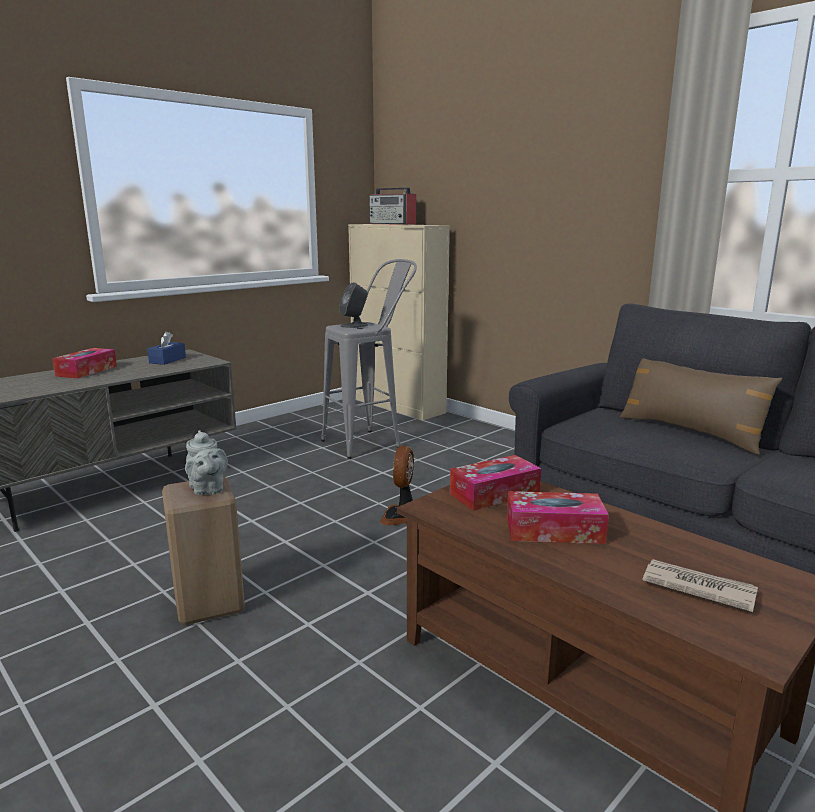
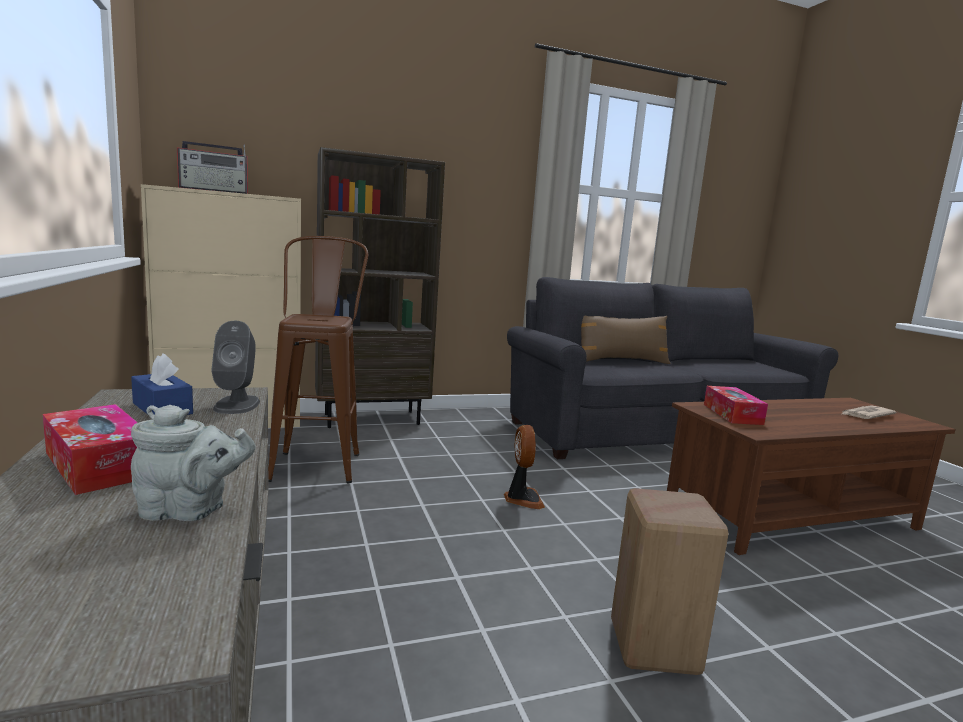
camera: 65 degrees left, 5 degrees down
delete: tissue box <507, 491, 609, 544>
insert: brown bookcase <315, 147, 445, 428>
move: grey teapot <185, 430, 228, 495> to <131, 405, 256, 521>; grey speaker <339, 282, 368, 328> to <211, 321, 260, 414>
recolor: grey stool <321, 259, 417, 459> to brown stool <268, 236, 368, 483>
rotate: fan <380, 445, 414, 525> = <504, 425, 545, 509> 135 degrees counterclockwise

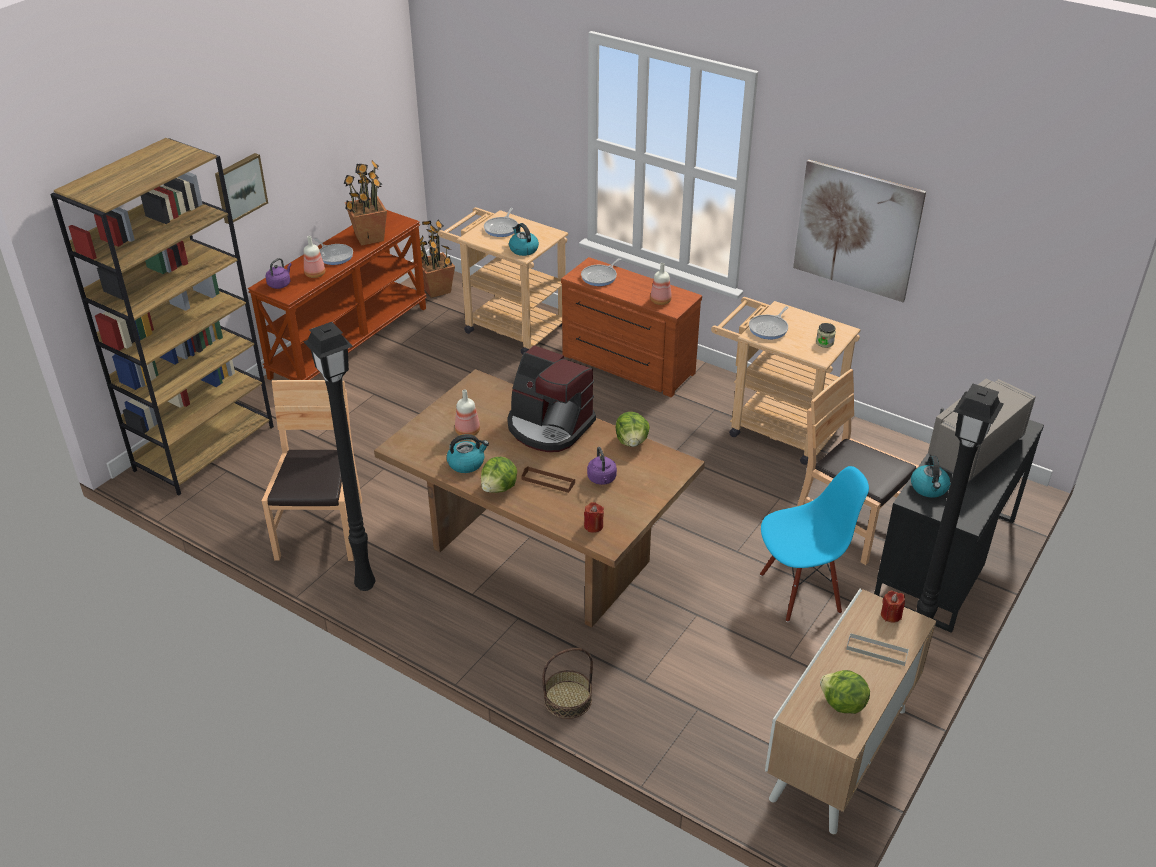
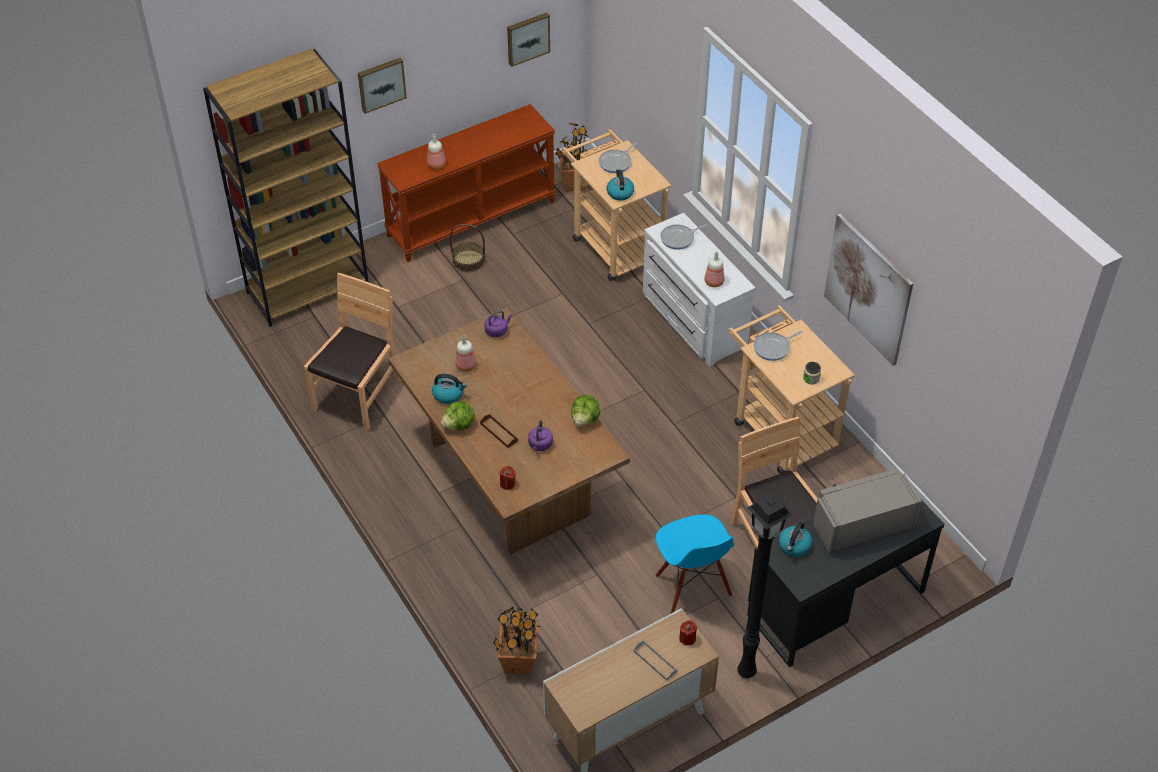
camera: 25 degrees right, 10 degrees up
delete: black floor lamp <303, 322, 375, 591>; frying pan <314, 238, 353, 265>; coffee machine <507, 345, 596, 452>; lettuce <820, 670, 870, 714>
insert: picture <507, 13, 550, 67>
move: purple kettle <266, 258, 292, 289> to <484, 310, 513, 338>; potted plant <344, 160, 387, 246> to <494, 607, 541, 675>; basket <542, 648, 593, 719> to <449, 224, 485, 272>
recolor: brown dresser <561, 257, 702, 397> to white dresser <643, 213, 755, 366>
rotate: blue chair <760, 466, 869, 622> = <656, 514, 734, 613> 60 degrees clockwise

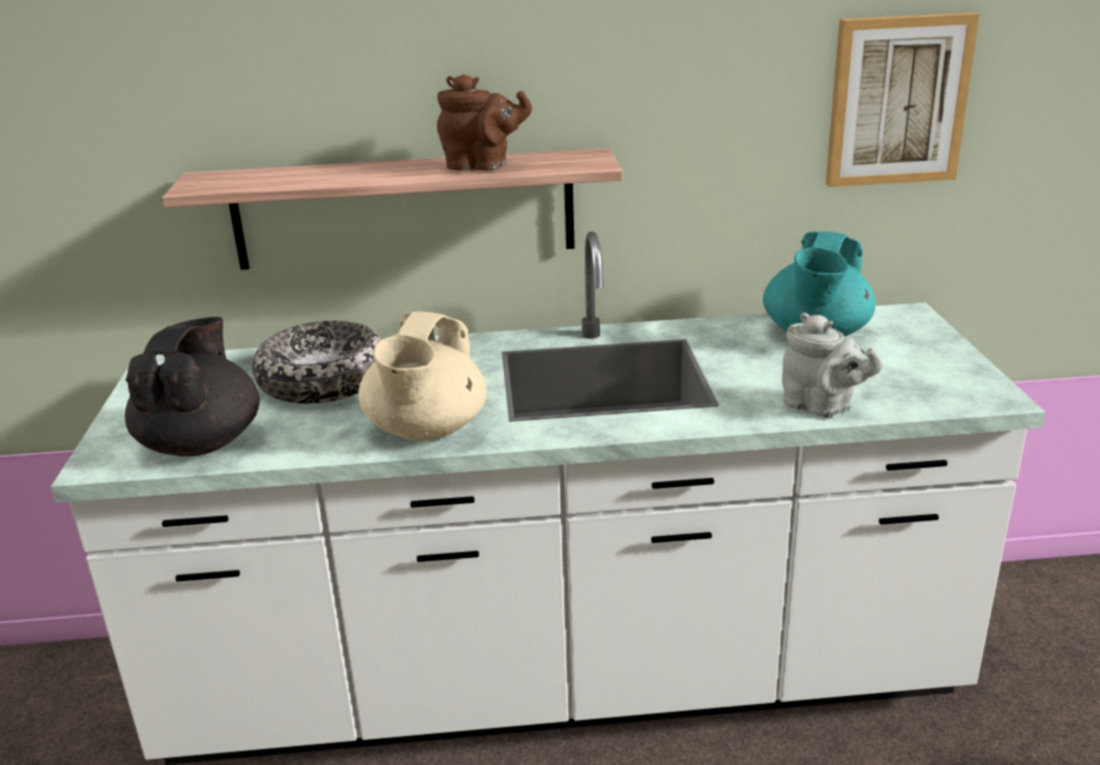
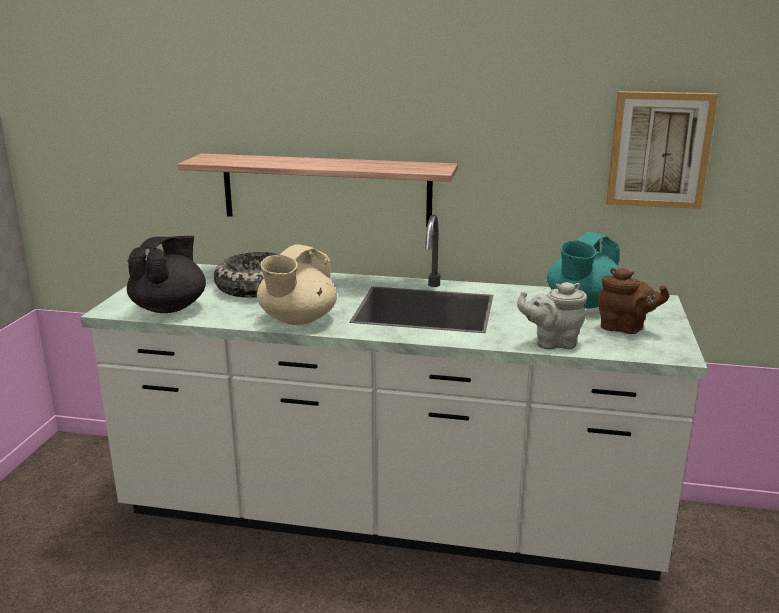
camera: 15 degrees right, 5 degrees down
move: brown teapot <437, 74, 532, 170> to <598, 268, 669, 334>
rotate: grey teapot <782, 313, 883, 417> = <517, 282, 587, 350> 120 degrees clockwise

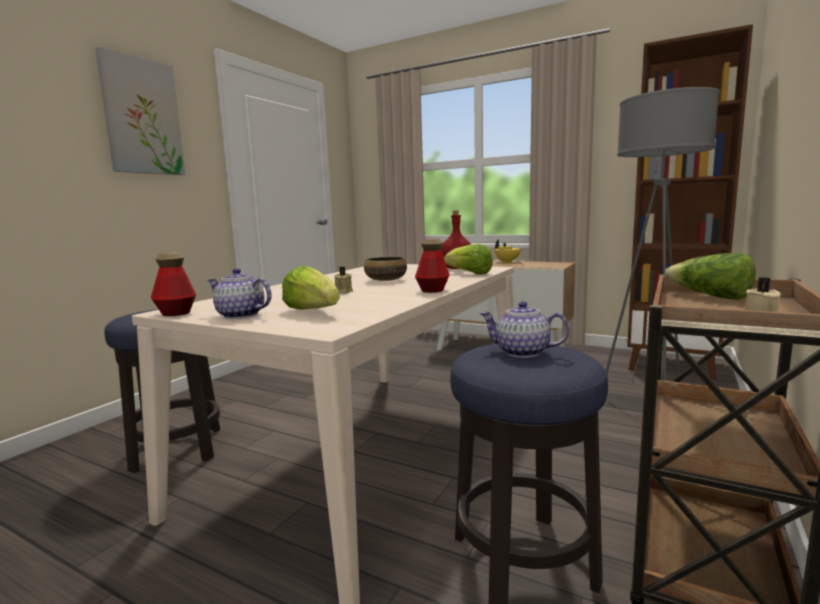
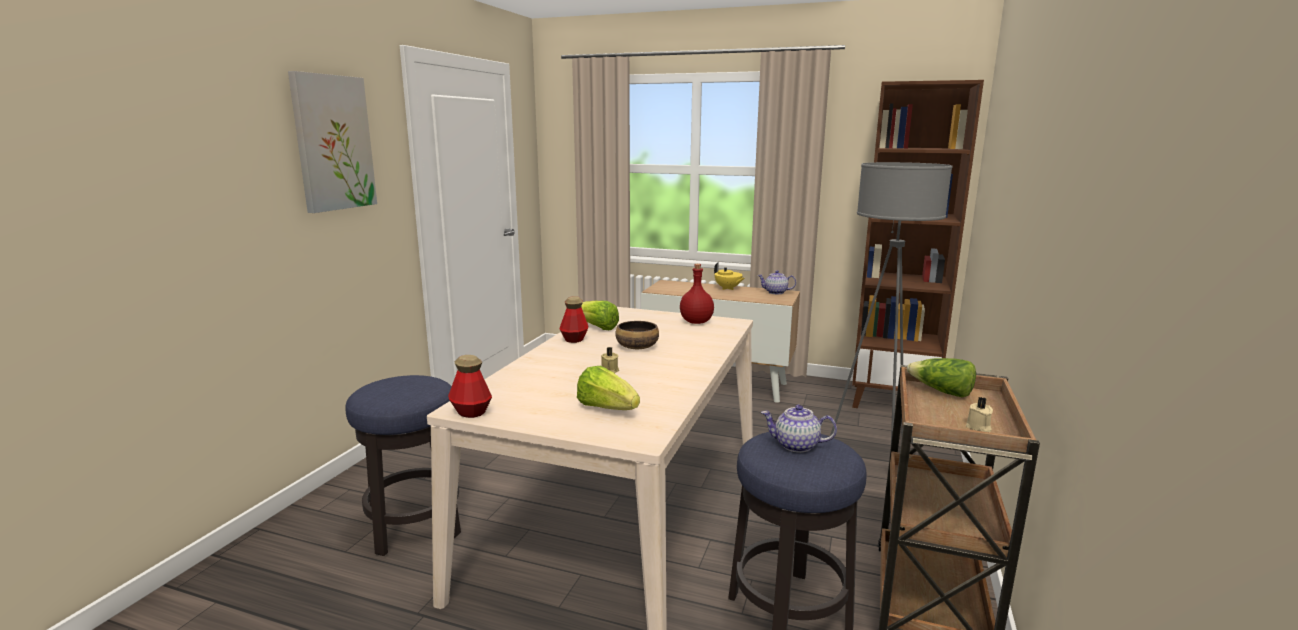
camera: 10 degrees left, 5 degrees up
move: teapot <207, 268, 272, 319> to <758, 270, 796, 294>; bottle <415, 238, 450, 293> to <560, 296, 588, 343>; lettuce <444, 244, 493, 275> to <581, 301, 619, 330>

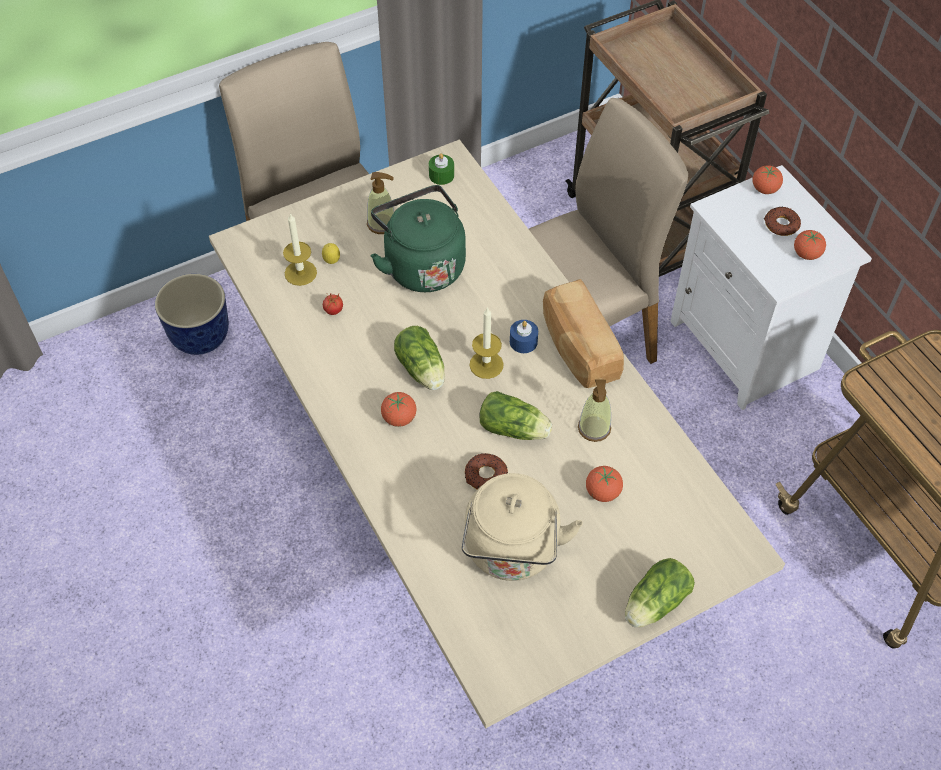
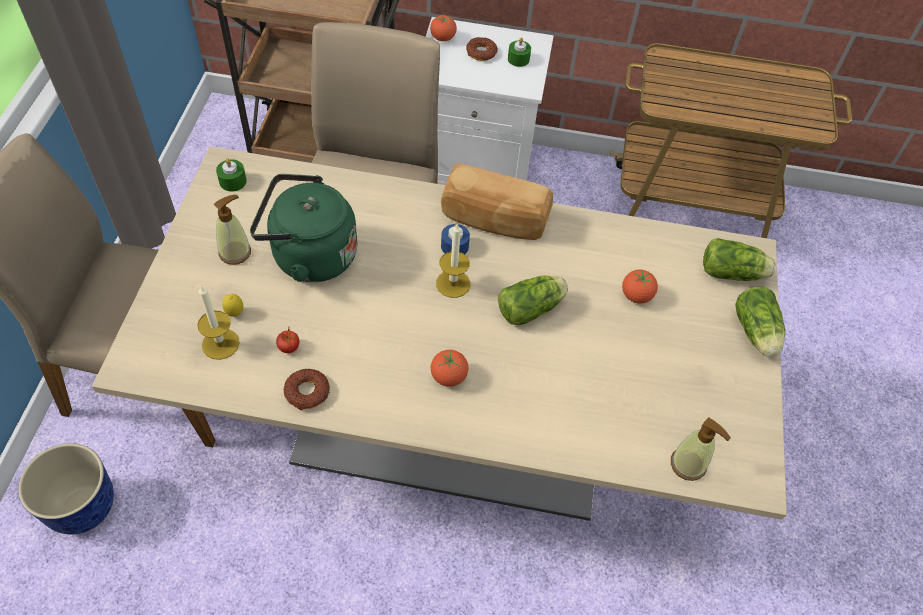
camera: 55 degrees left, 0 degrees up
delete: beige kettle <462, 473, 583, 581>
move: lettuce <394, 326, 445, 390> to <703, 238, 776, 281>; donut <465, 453, 508, 489> to <284, 369, 330, 410>; soap dispenser <578, 379, 611, 442> to <671, 417, 731, 481>
replace: tomato <794, 230, 826, 260> to green candle <508, 37, 531, 67>

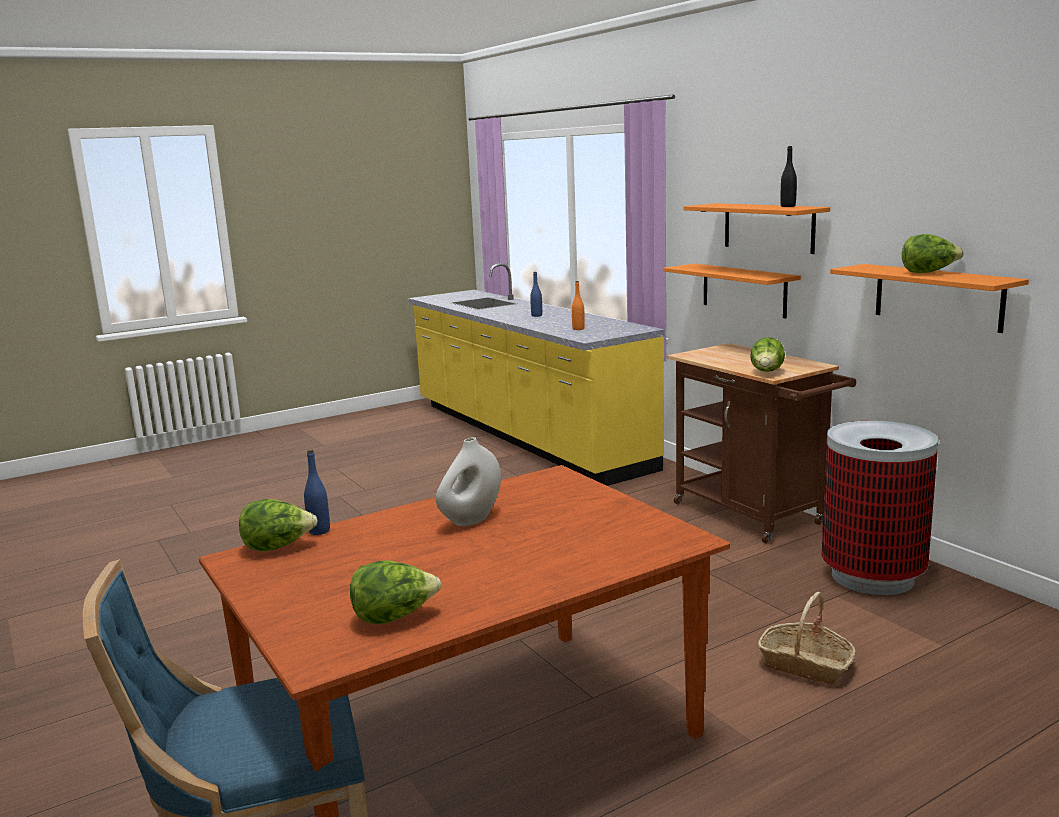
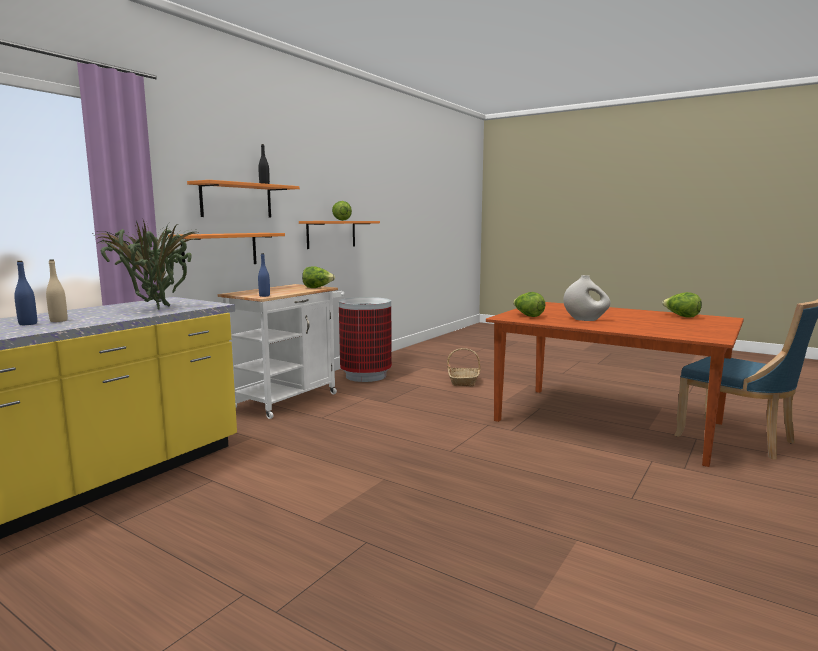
camera: 115 degrees left, 5 degrees down
insert: beige bottle <46, 259, 67, 322>
move: lettuce <239, 499, 318, 551> to <513, 292, 545, 317>; blue bottle <304, 450, 330, 535> to <258, 253, 270, 297>
replace: orange bottle <572, 281, 585, 330> to potted plant <92, 220, 199, 310>
recolor: brown cart <667, 343, 856, 544> to white cart <217, 284, 345, 419>

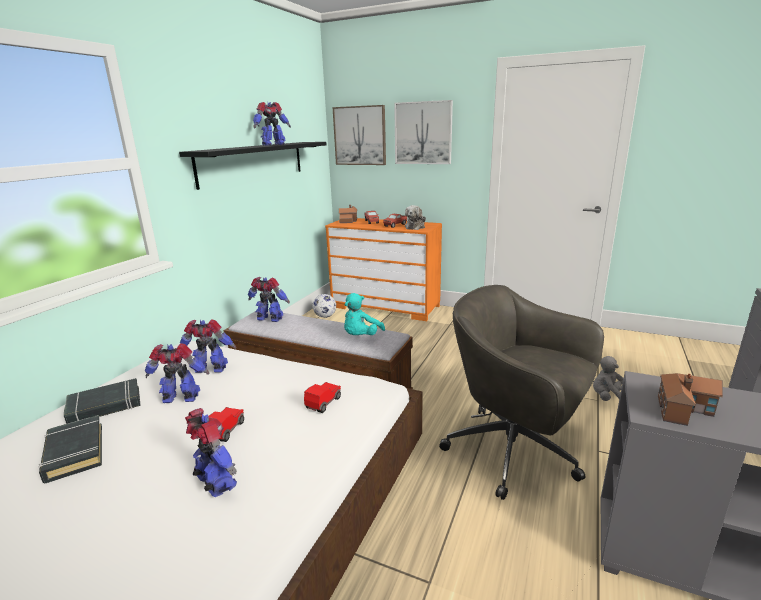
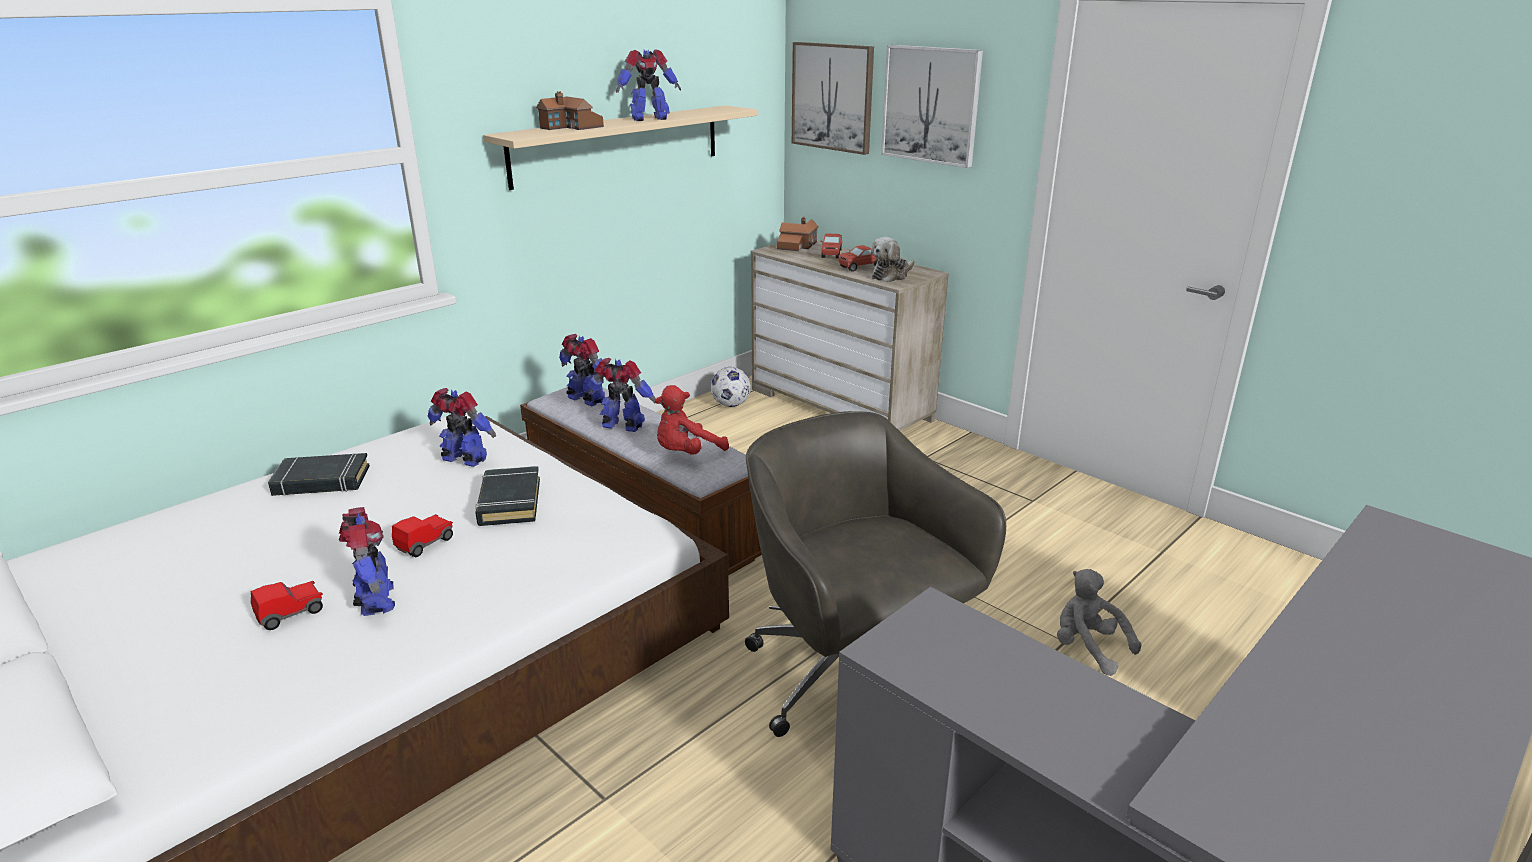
camera: 20 degrees right, 5 degrees up
move: black book <38, 415, 102, 483> to <475, 466, 540, 526>; toy robot <145, 343, 209, 403> to <588, 358, 656, 432>; toy car <304, 382, 341, 413> to <251, 581, 323, 630>; toy house <658, 373, 723, 426> to <536, 91, 604, 130>
recolor: black shelf <179, 142, 326, 190> to beige shelf <483, 105, 758, 190>; orange dresser <325, 218, 442, 321> to beige dresser <750, 241, 949, 431>; turquoise plush toy <344, 293, 385, 335> to red plush toy <655, 385, 729, 455>

